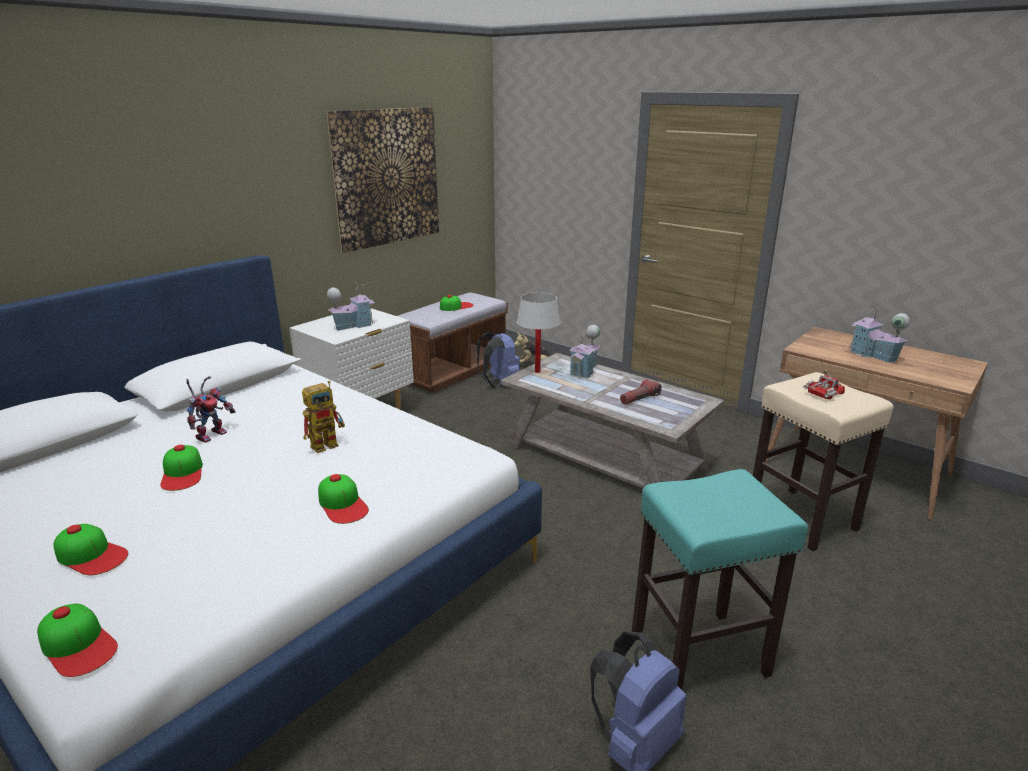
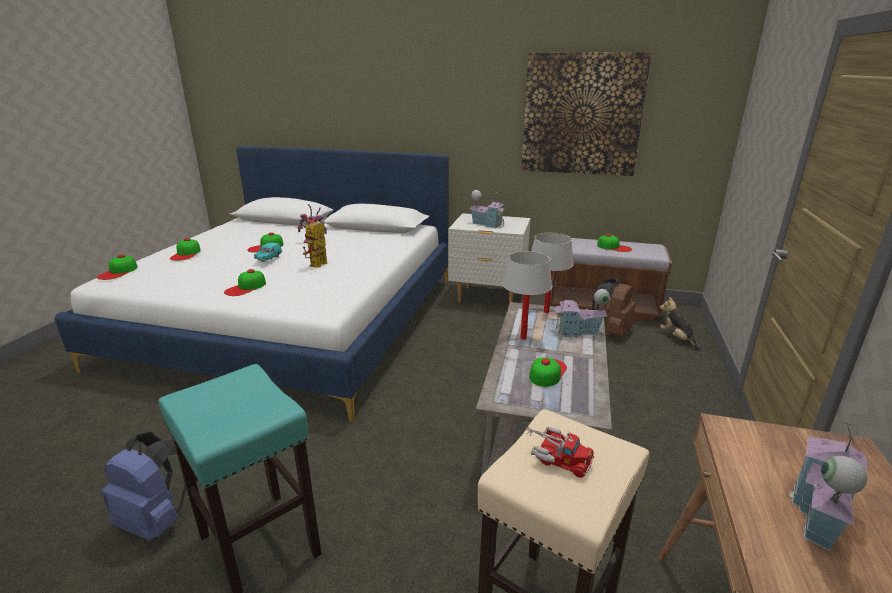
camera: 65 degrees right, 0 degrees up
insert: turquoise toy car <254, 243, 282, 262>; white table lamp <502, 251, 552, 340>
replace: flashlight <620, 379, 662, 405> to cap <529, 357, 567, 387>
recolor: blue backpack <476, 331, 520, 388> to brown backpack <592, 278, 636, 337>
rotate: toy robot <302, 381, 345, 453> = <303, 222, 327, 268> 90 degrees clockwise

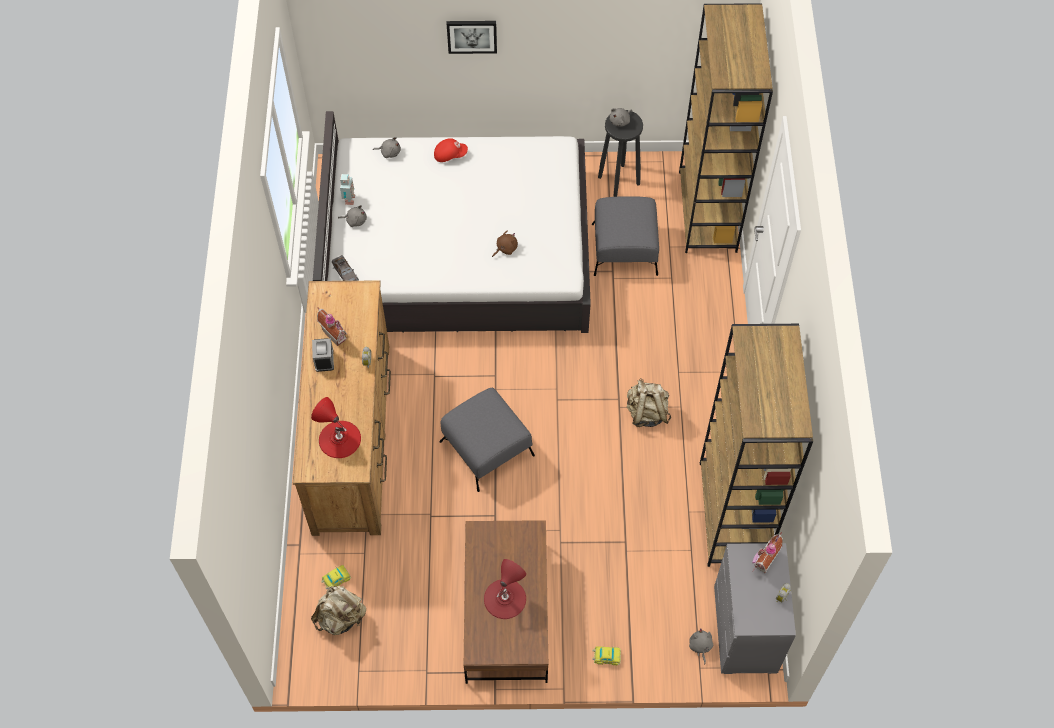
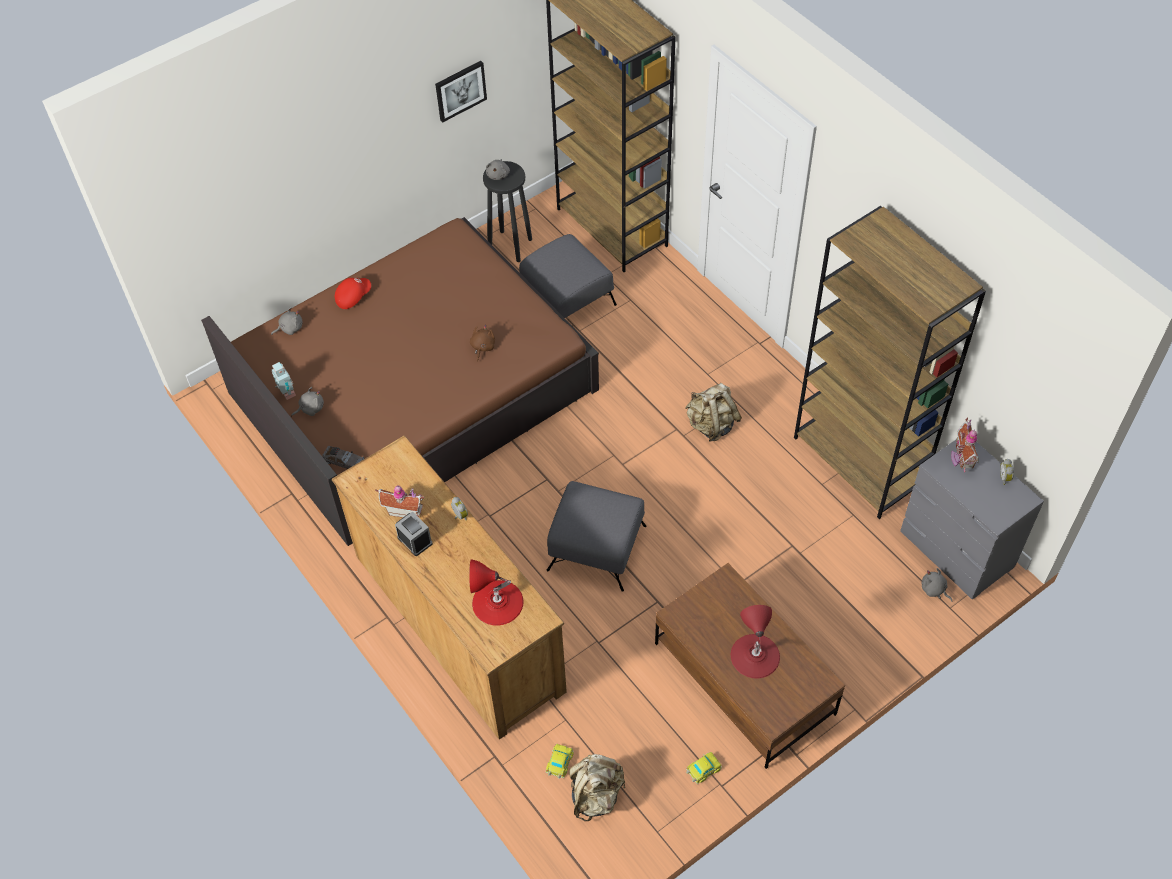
camera: 35 degrees left, 5 degrees down
move: picture <447, 21, 497, 54> to <435, 61, 487, 122>; toy car <592, 646, 621, 666> to <686, 752, 722, 784>
recolor: white bed <313, 111, 591, 333> to brown bed <201, 217, 599, 546>

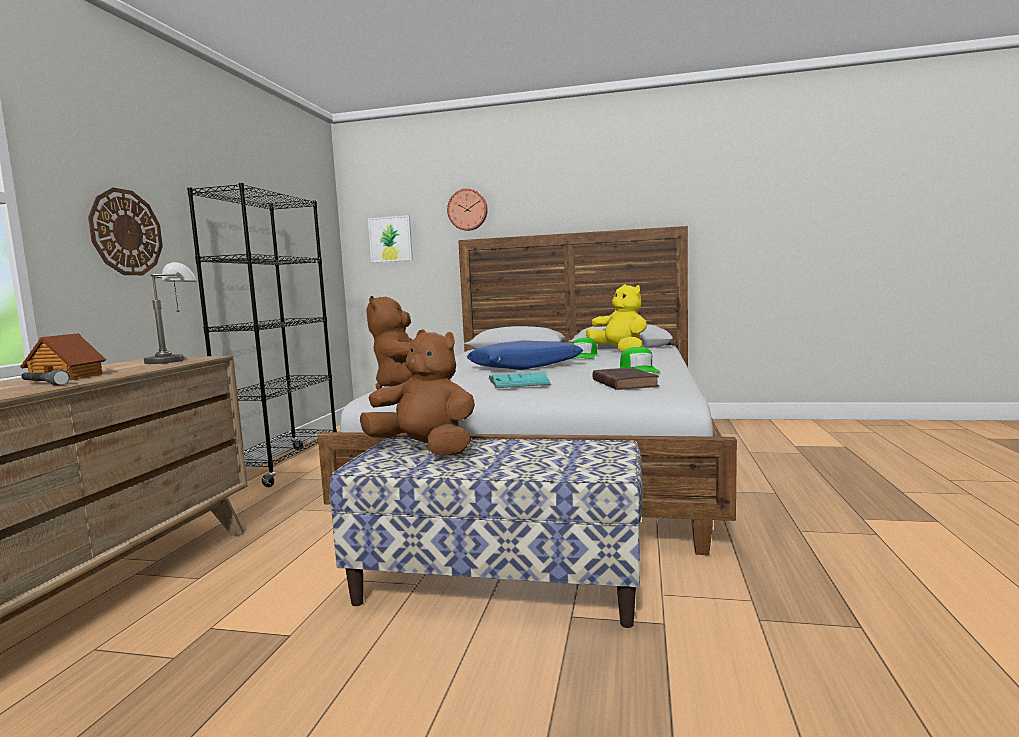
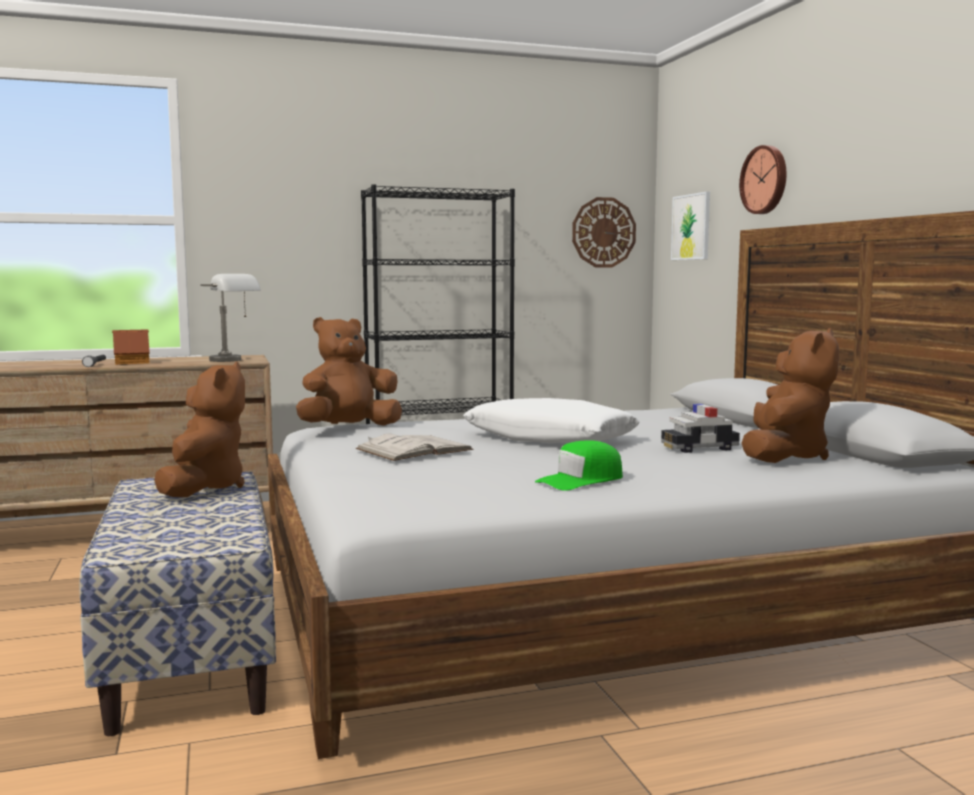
camera: 60 degrees right, 0 degrees up
delete: brown book <592, 367, 659, 390>
move: wall clock <88, 188, 163, 275> to <572, 197, 636, 268>
replace: green cap <572, 337, 598, 359> to toy car <661, 404, 740, 453>
recolor: blue pillow <467, 340, 583, 370> to white pillow <463, 398, 640, 443>; turquoise book <489, 372, 551, 388> to white book <356, 433, 473, 461>; yellow plush toy <586, 284, 647, 351> to brown plush toy <742, 328, 839, 463>

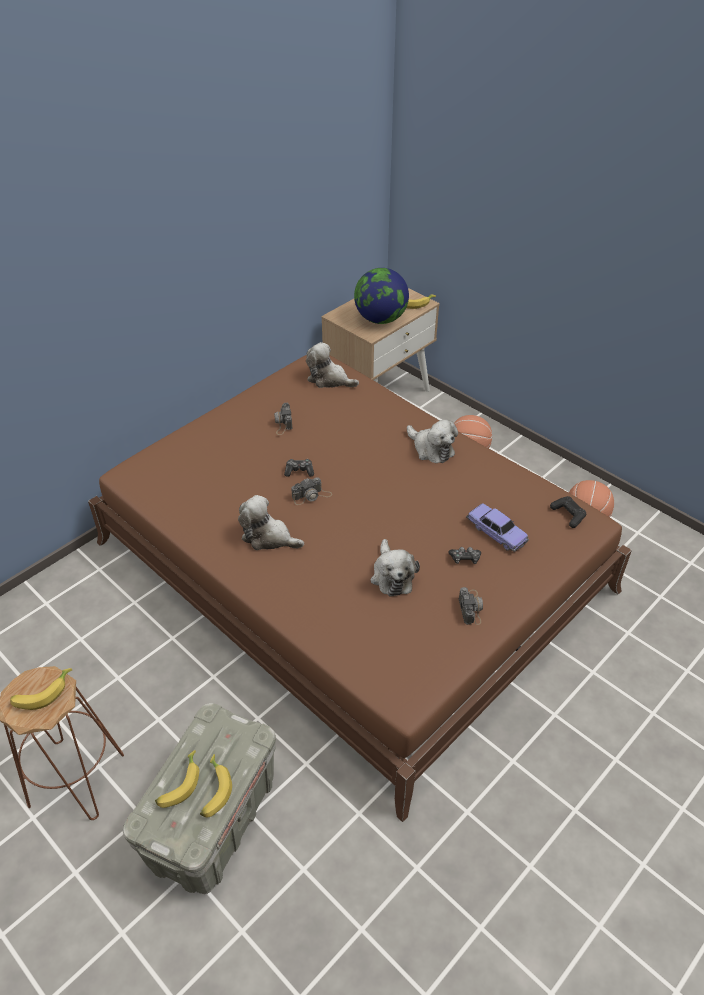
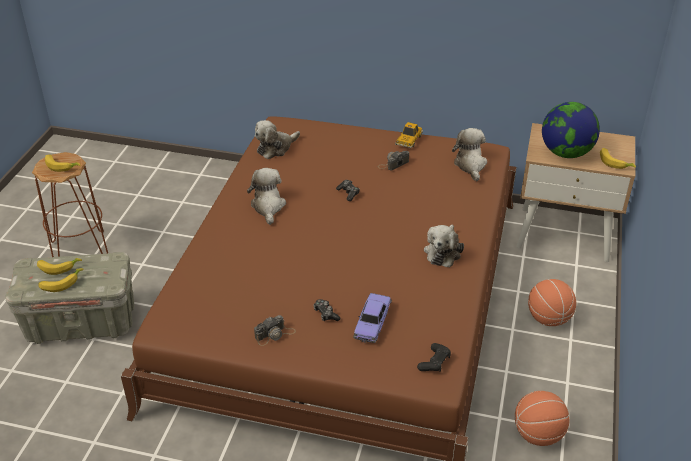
camera: 60 degrees right, 5 degrees down
delete: photo camera <291, 477, 332, 505>
insert: toy car <395, 122, 423, 148>
move: plush toy <371, 539, 420, 597> to <255, 120, 300, 159>

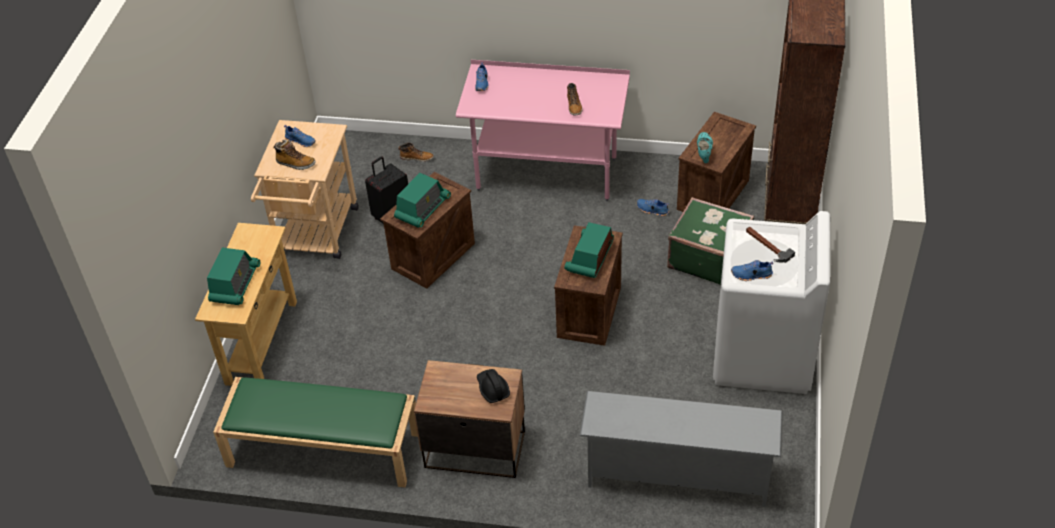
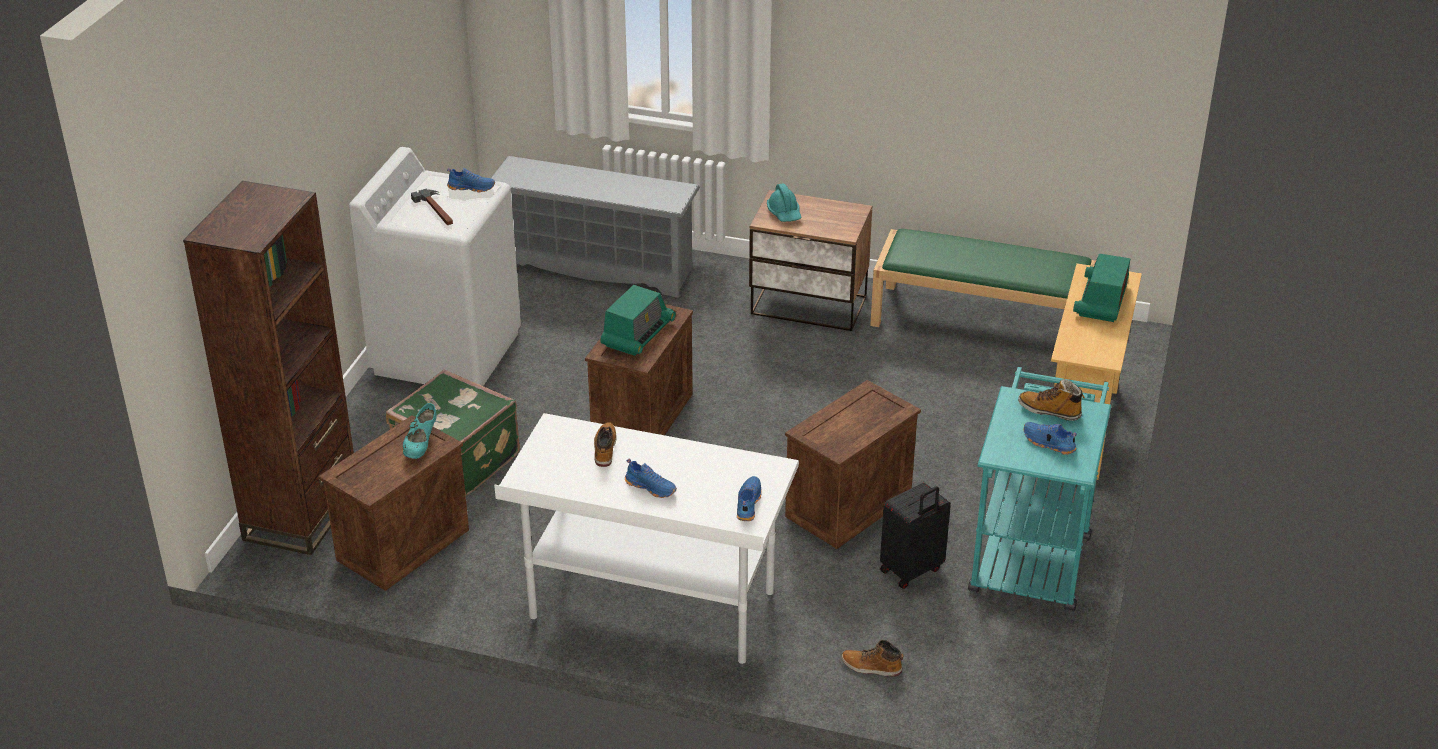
camera: 175 degrees left, 10 degrees down
delete: radio <394, 173, 451, 228>
move: blue shoe <637, 199, 669, 216> to <625, 459, 677, 498>
recolor: beige cart <251, 120, 359, 259> to turquoise cart <968, 367, 1111, 612>; pink desk <456, 60, 630, 201> to white desk <494, 413, 799, 667>; black hard hat <477, 369, 510, 403> to turquoise hard hat <767, 184, 801, 222>

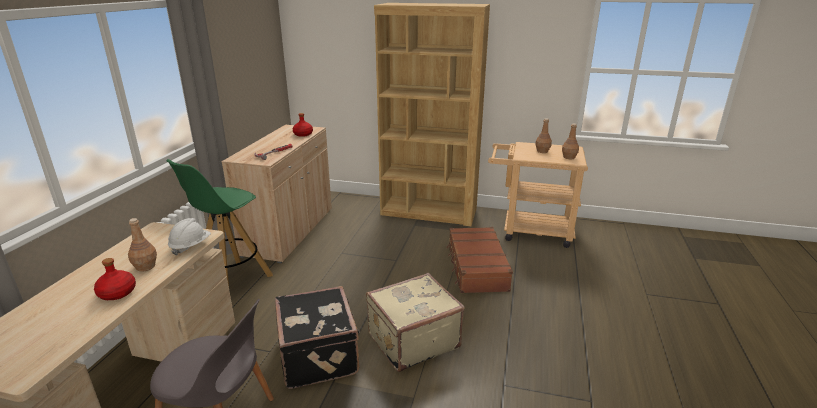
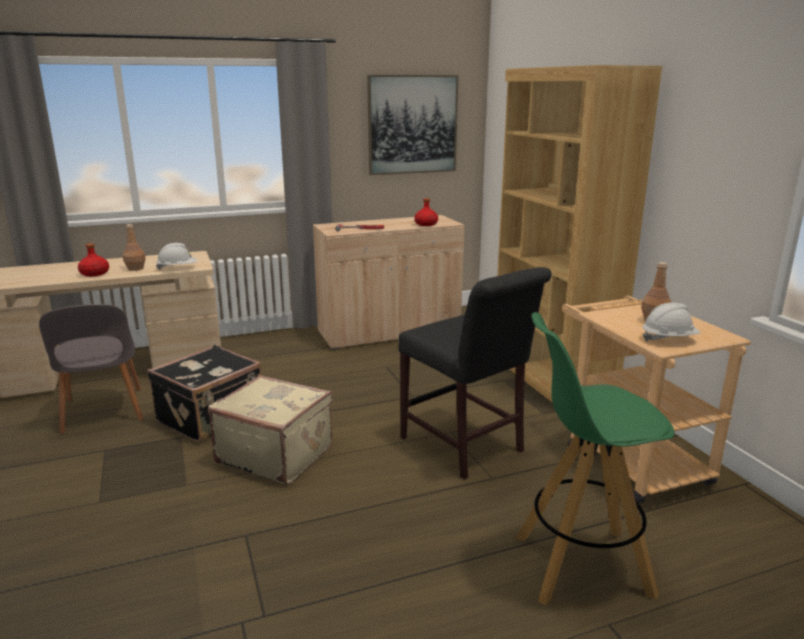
camera: 55 degrees right, 5 degrees down
insert: picture <367, 75, 458, 175>
move: green stool <167, 159, 273, 286> to <516, 312, 674, 605>
replace: brown suitcase <446, 227, 513, 293> to black chair <398, 267, 552, 480>; brown bottle <562, 123, 579, 159> to white hard hat <643, 303, 701, 342>

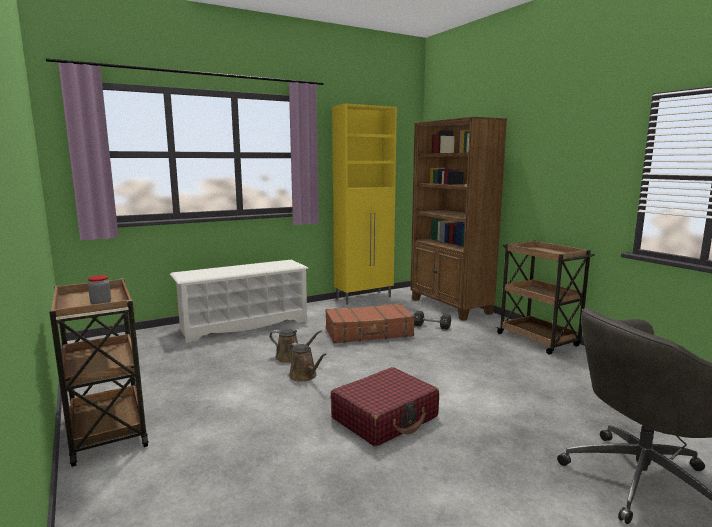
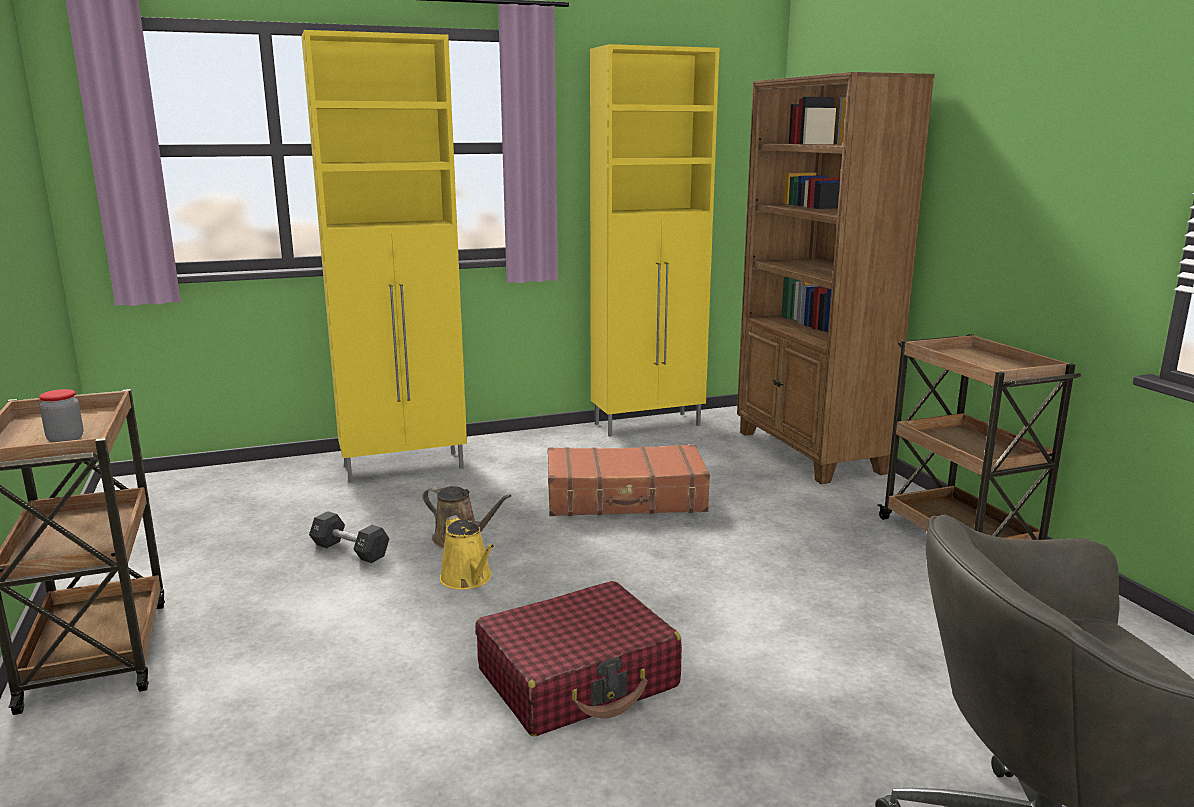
camera: 10 degrees right, 5 degrees up
move: black dumbbell <414, 311, 451, 330> to <309, 511, 390, 563>
replace: white shoe rack <170, 260, 309, 343> to yellow cabinet <301, 30, 467, 483>
recolor: brown watering can <289, 343, 327, 382> to yellow watering can <440, 515, 494, 590>

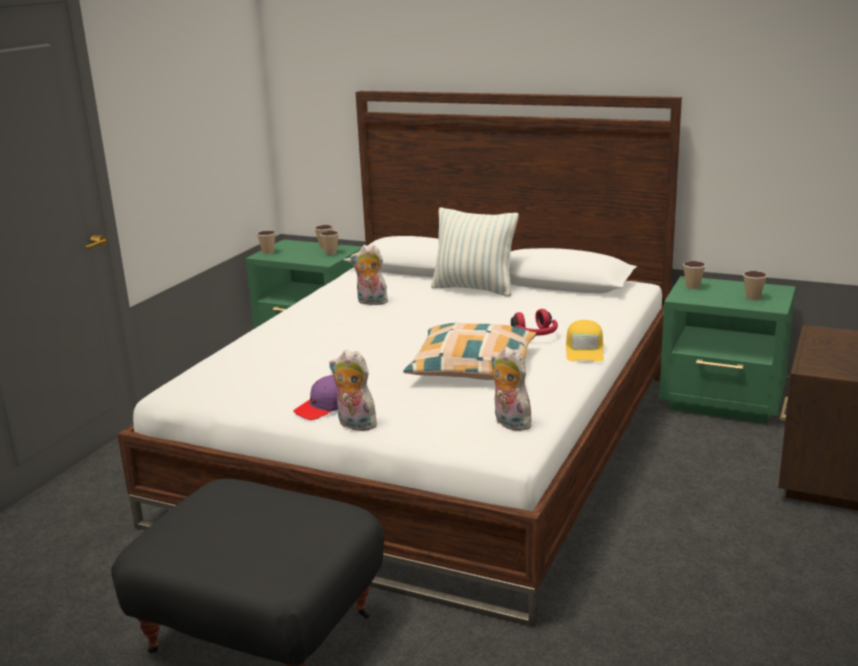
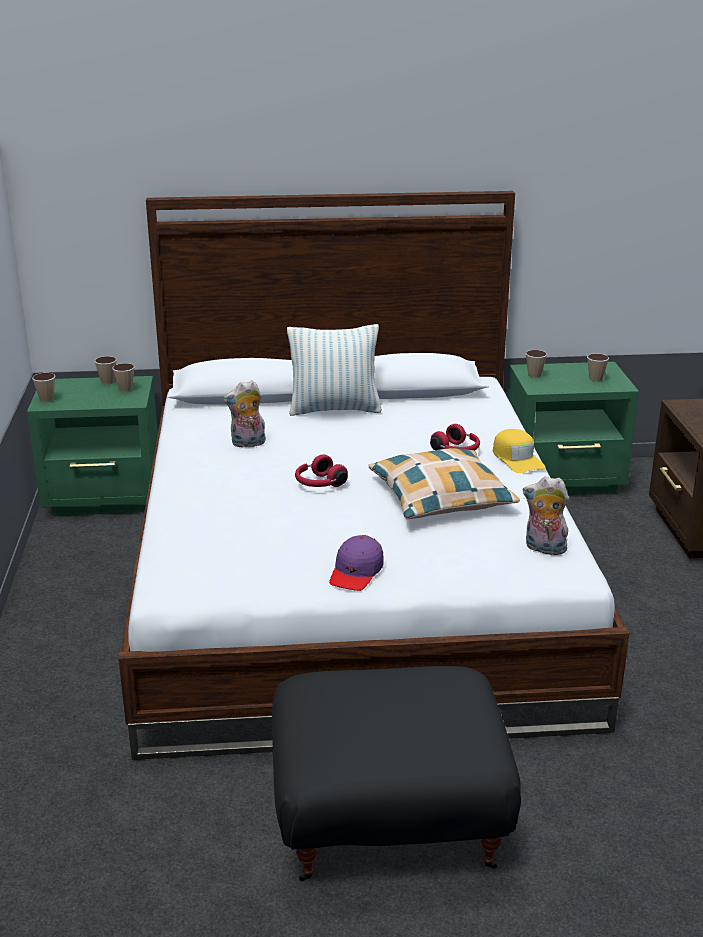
camera: 30 degrees left, 5 degrees up
delete: plush toy <329, 350, 379, 431>
insert: red headphones <295, 454, 348, 487>

